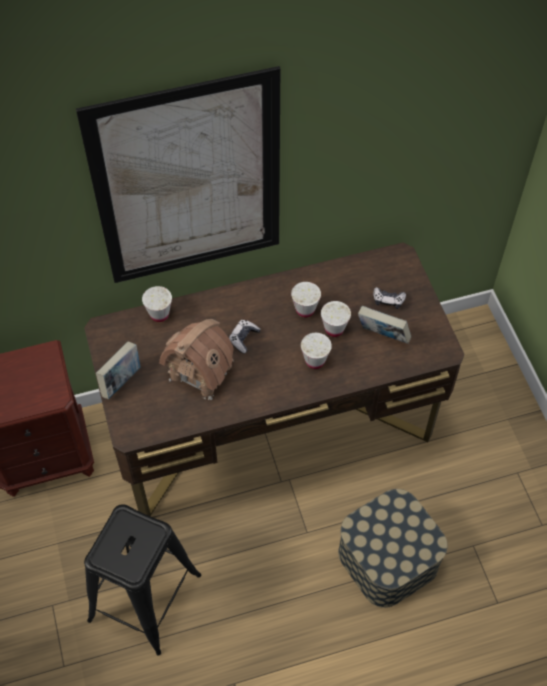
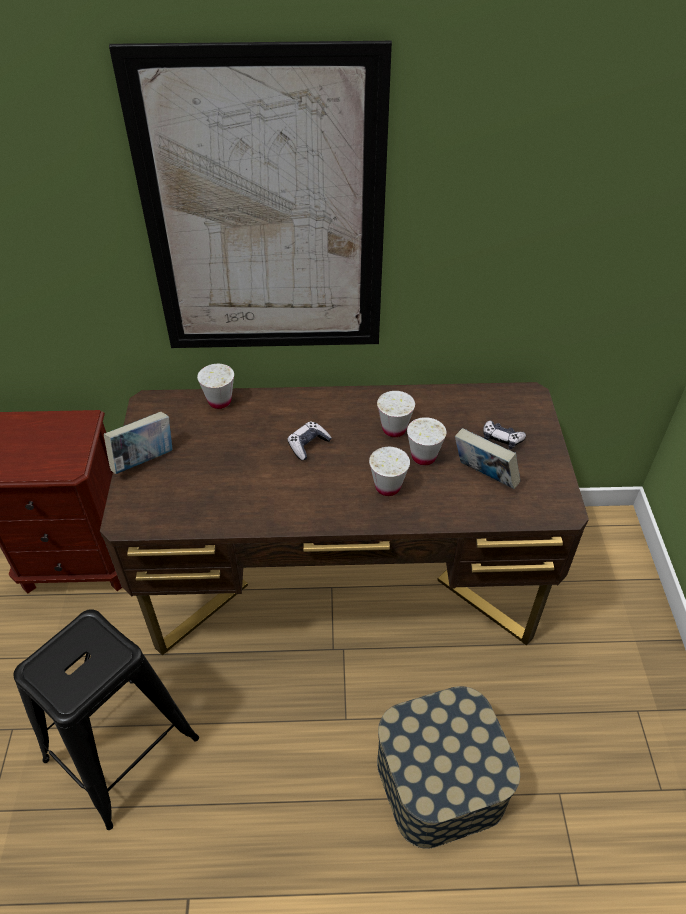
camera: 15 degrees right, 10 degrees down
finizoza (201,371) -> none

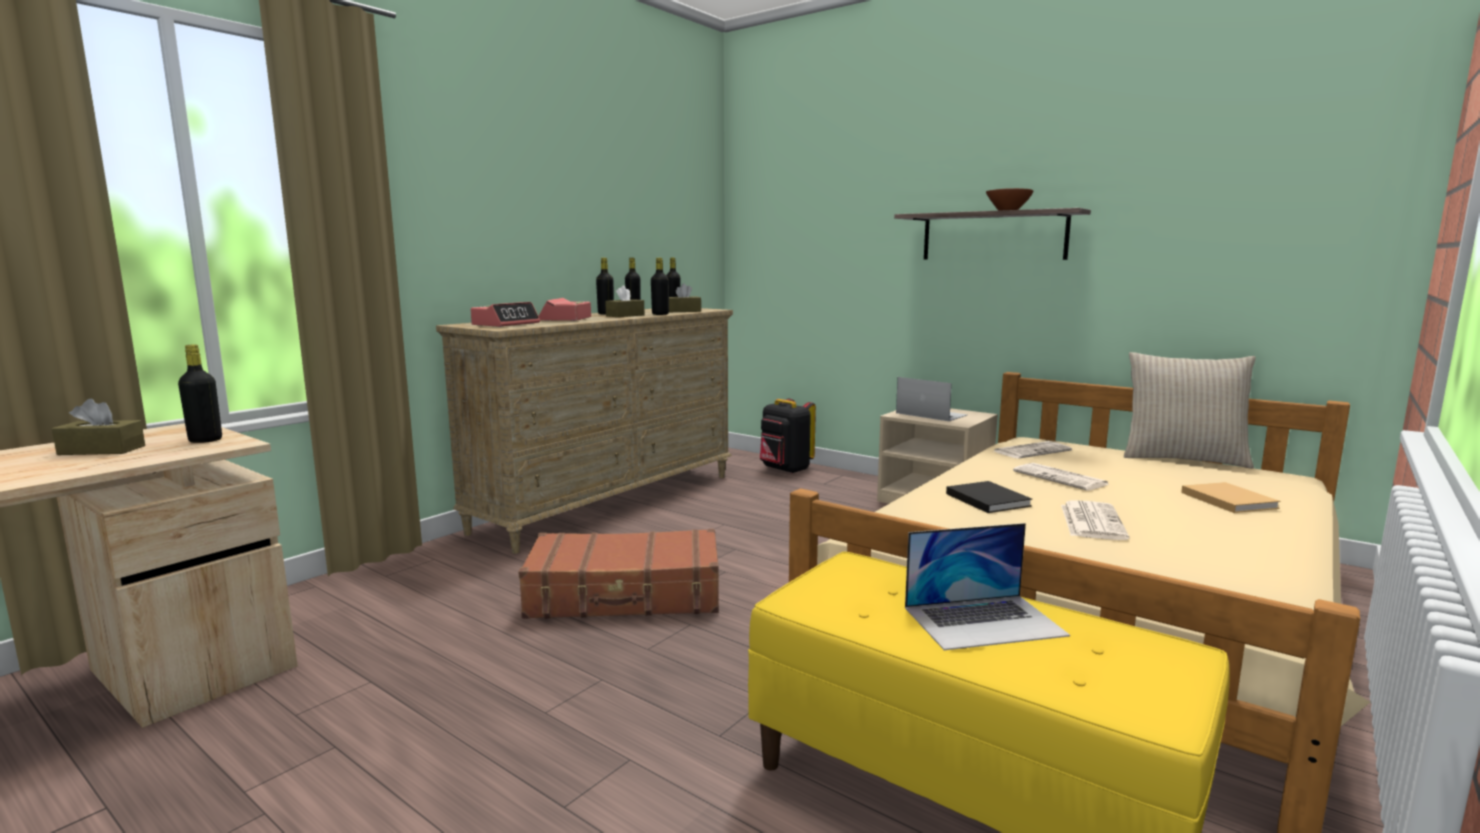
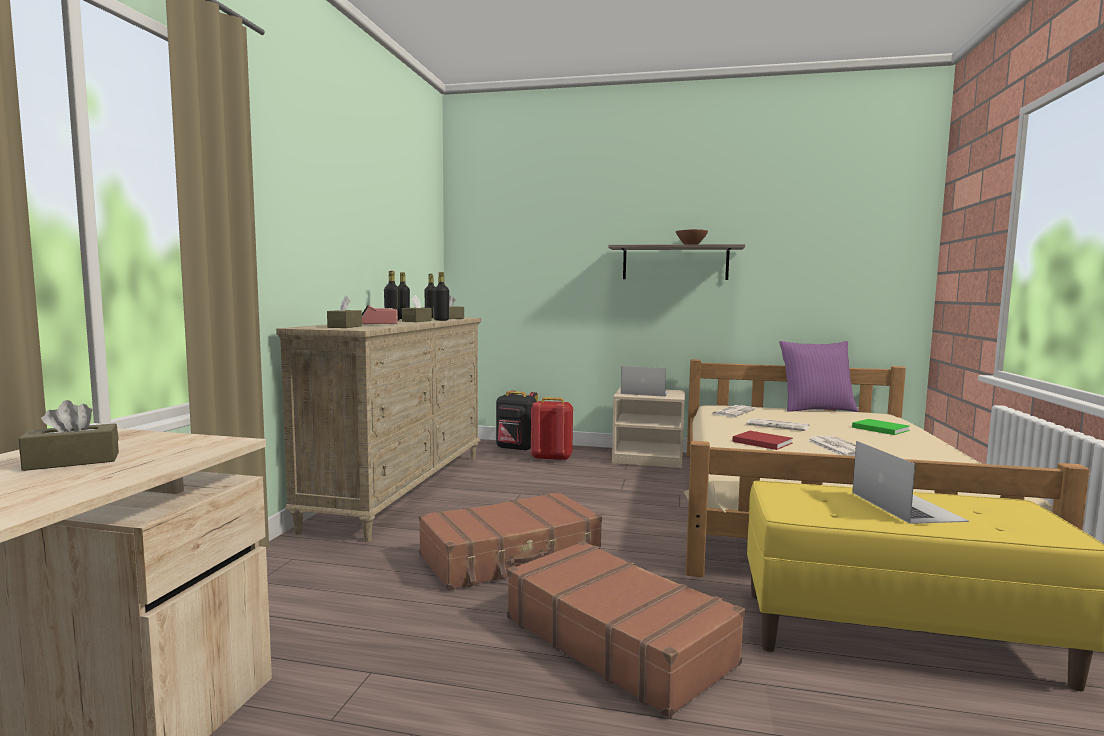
camera: 25 degrees left, 5 degrees down
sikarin (506,324) -> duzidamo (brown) (345,327)
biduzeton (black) (205,440) -> none
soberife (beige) (1182,459) -> soberife (purple) (816,410)
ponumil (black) (986,499) -> ponumil (red) (760,442)
ponumil (beige) (1226,499) -> ponumil (green) (879,428)
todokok (984,621) -> todokok (906,506), 60 degrees counterclockwise
none -> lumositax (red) (551,458)
none -> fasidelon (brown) (617,639)

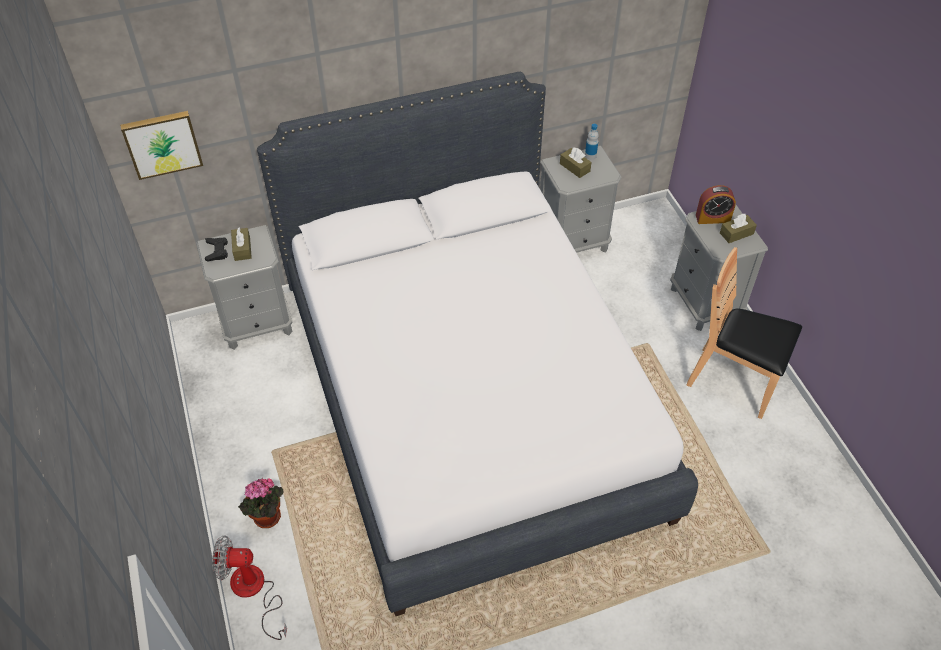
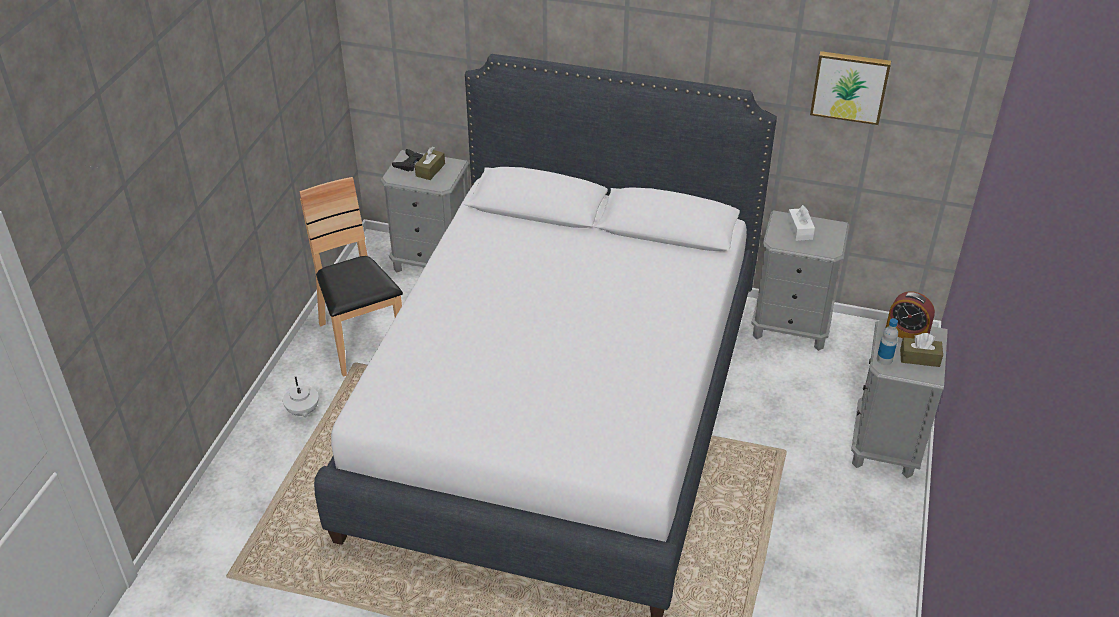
camera: 35 degrees right, 10 degrees down
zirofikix (162,143) -> zirofikix (850,86), moved
biduzeton (590,156) -> biduzeton (884,359), moved
duzidamo (brown) (574,167) -> duzidamo (white) (800,230)
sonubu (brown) (734,381) -> sonubu (brown) (361,341), moved
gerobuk (266,519) -> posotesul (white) (302,411)
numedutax (254,591) -> none

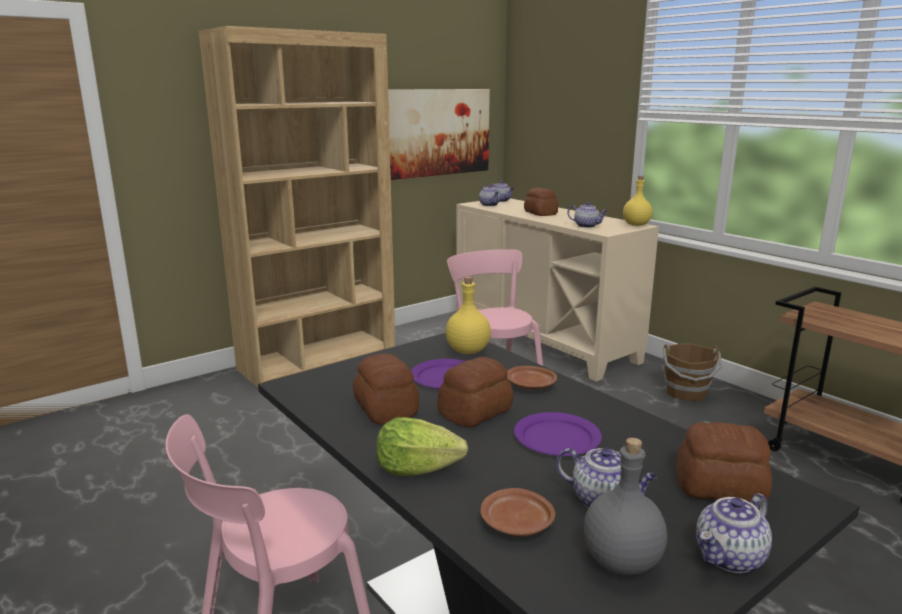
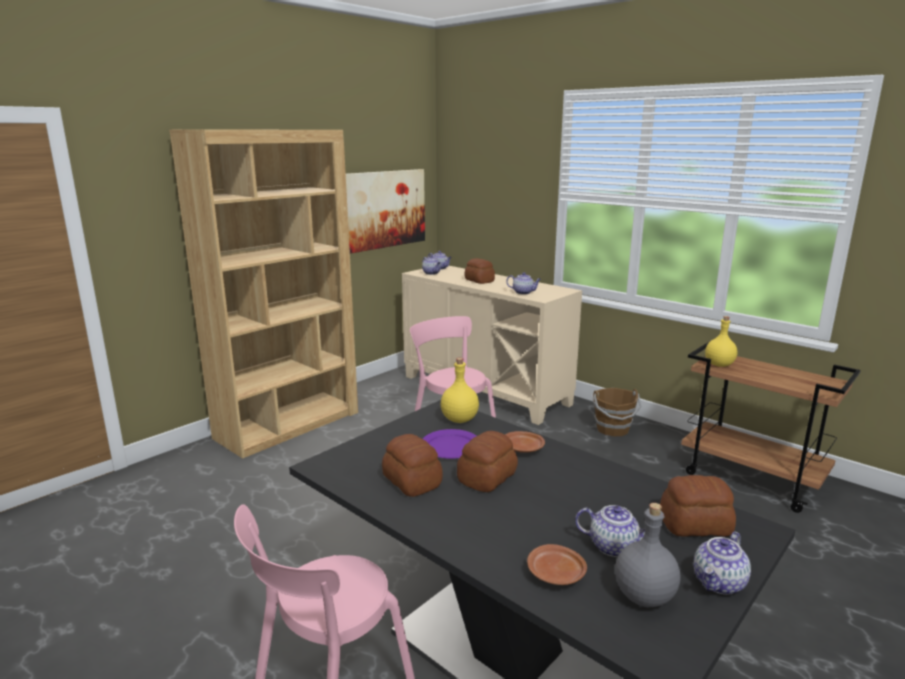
camera: 10 degrees left, 0 degrees up
biduzeton (yellow) (636,225) -> biduzeton (yellow) (719,365), moved
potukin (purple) (556,438) -> none
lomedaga (416,469) -> none

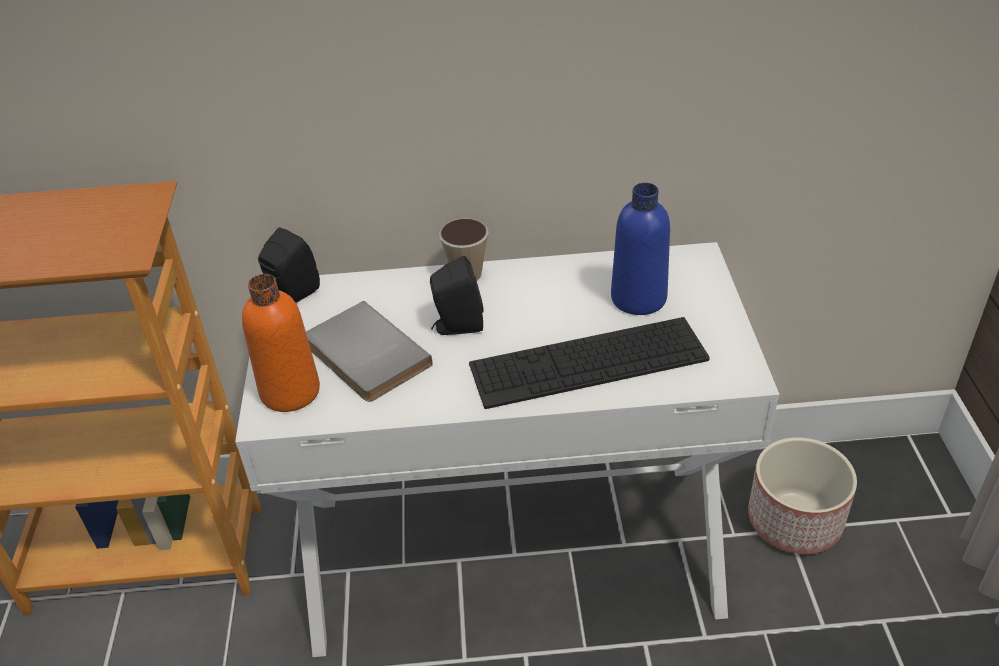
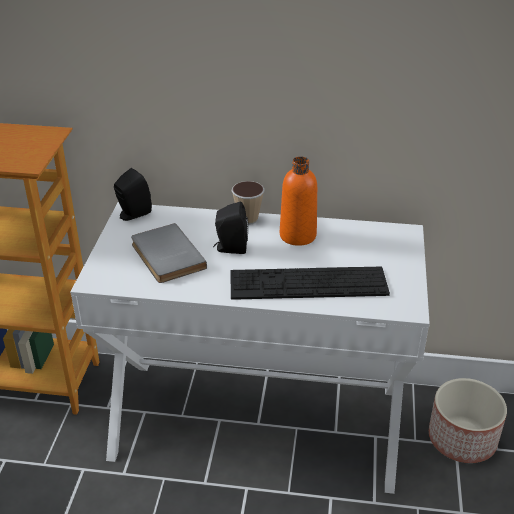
camera: 10 degrees right, 5 degrees down
biduzeton (blue) (638,298) -> none
biduzeton (orange) (290,391) -> biduzeton (orange) (297,235), moved

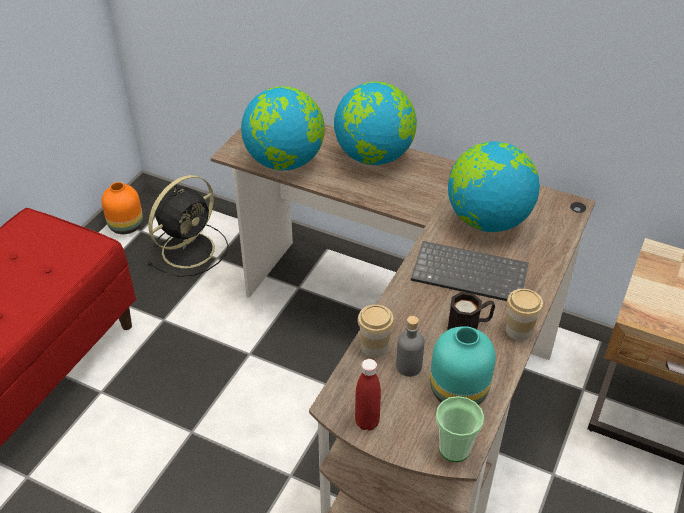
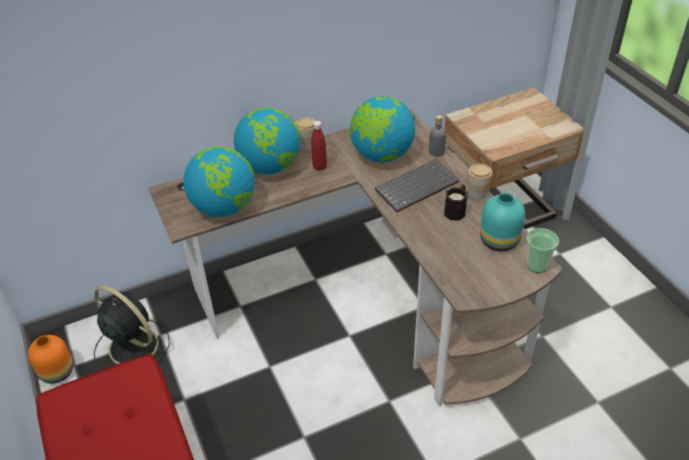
camera: 50 degrees left, 0 degrees up
numedutax (black) (190,249) -> numedutax (black) (132,345), 45 degrees counterclockwise
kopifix (374,347) -> kopifix (307,146), moved
biduzeton (grey) (409,366) -> biduzeton (grey) (436,151), moved
biduzeton (red) (367,422) -> biduzeton (red) (319,167), moved

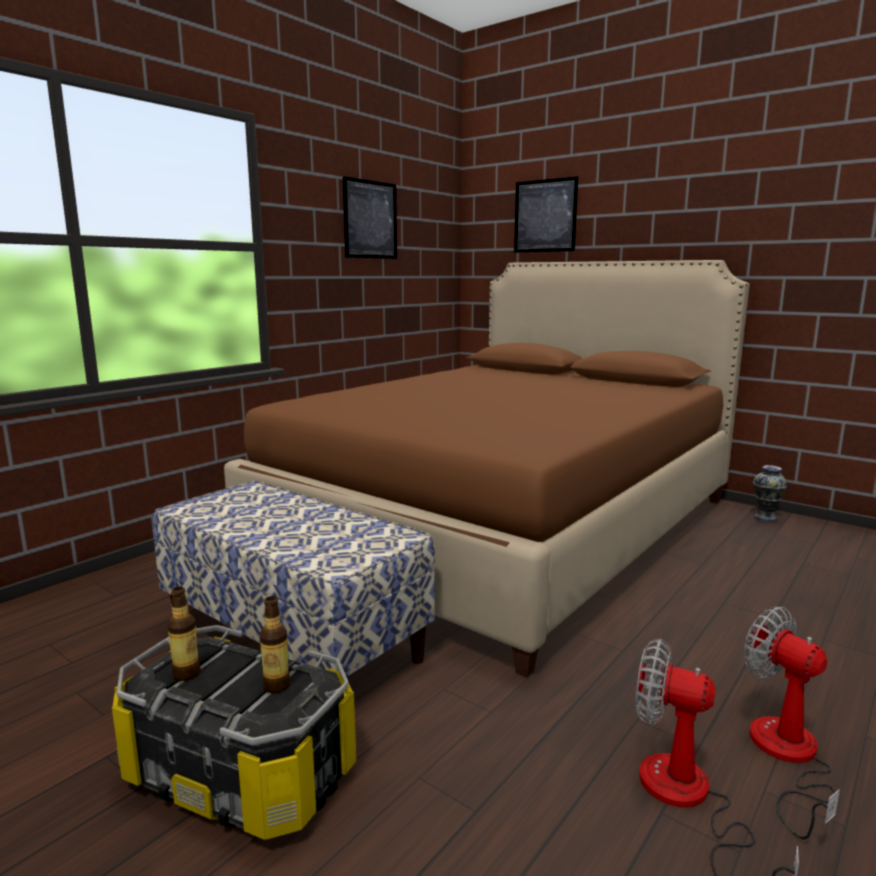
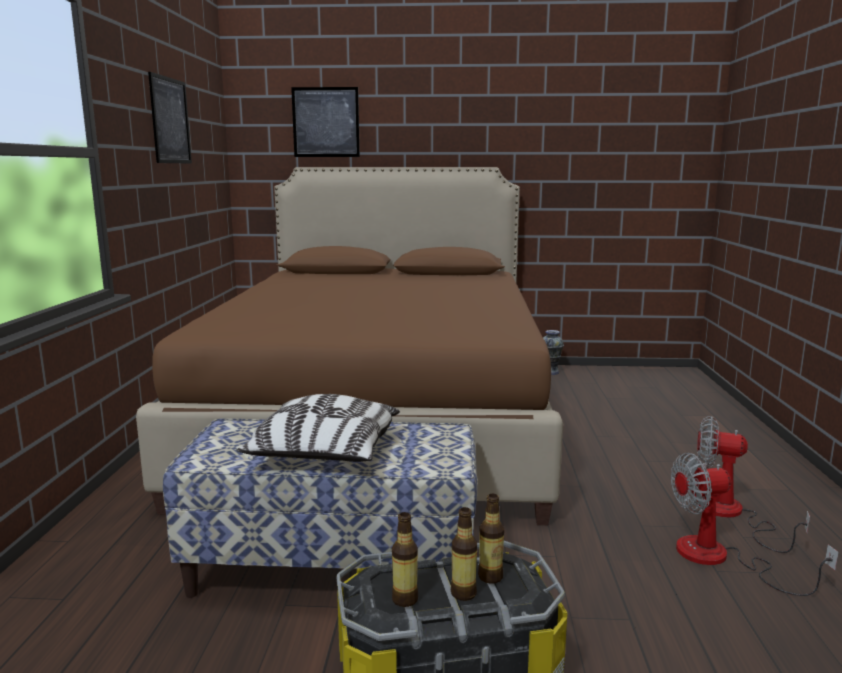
camera: 35 degrees left, 0 degrees up
none -> soberife (325,453)
none -> biduzeton (463,593)

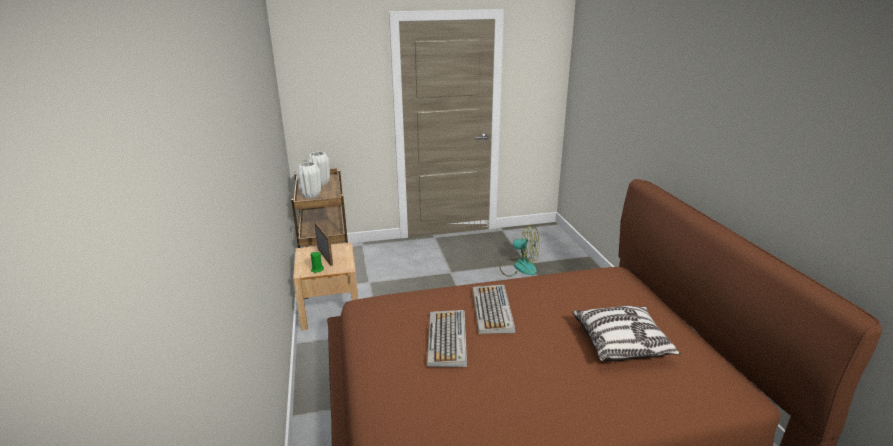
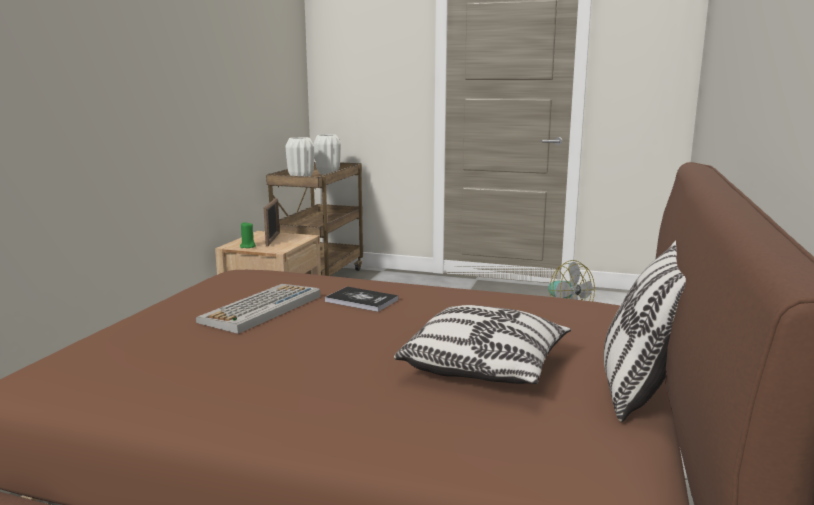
camera: 30 degrees right, 10 degrees down
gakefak (493,310) -> ponumil (361,300)
none -> soberife (637,391)

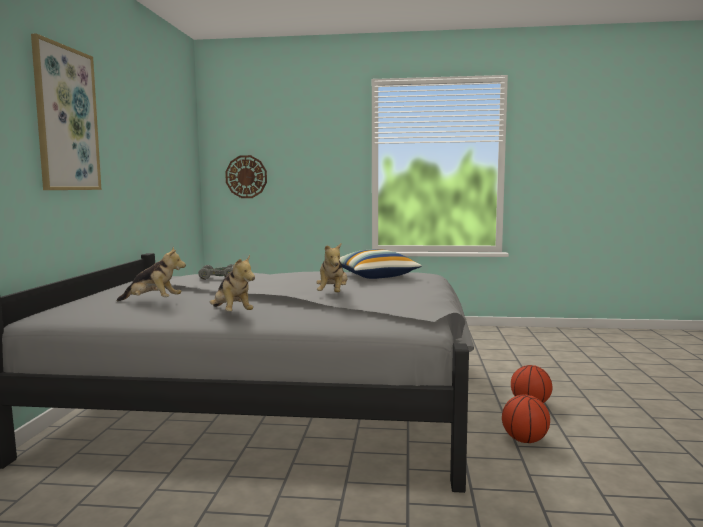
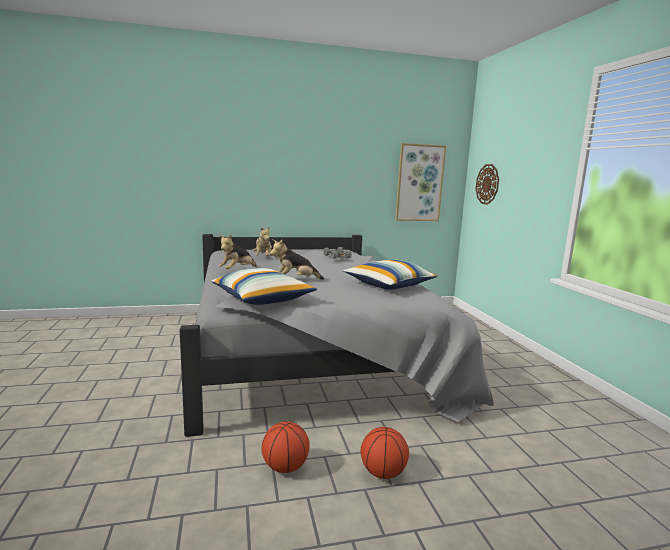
camera: 70 degrees right, 5 degrees up
zirofikix (66,119) -> zirofikix (419,183), moved
none -> soberife (263,299)

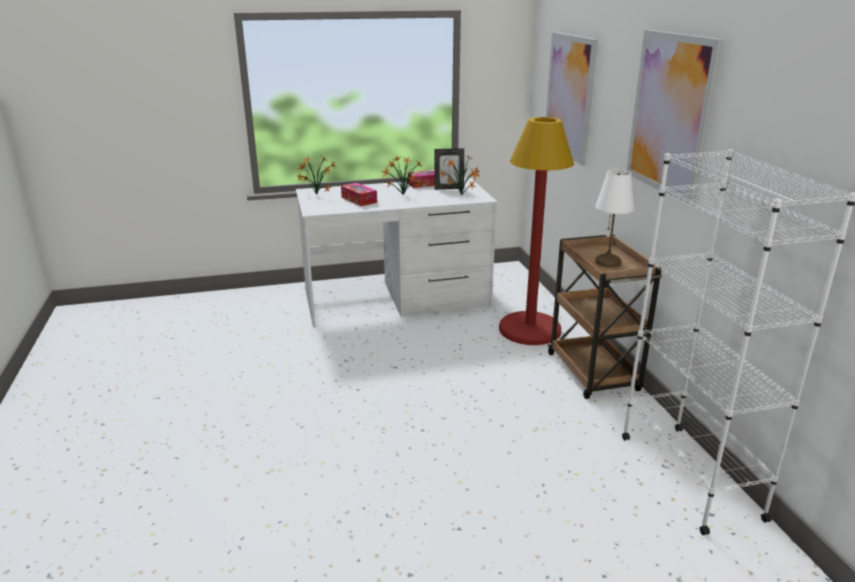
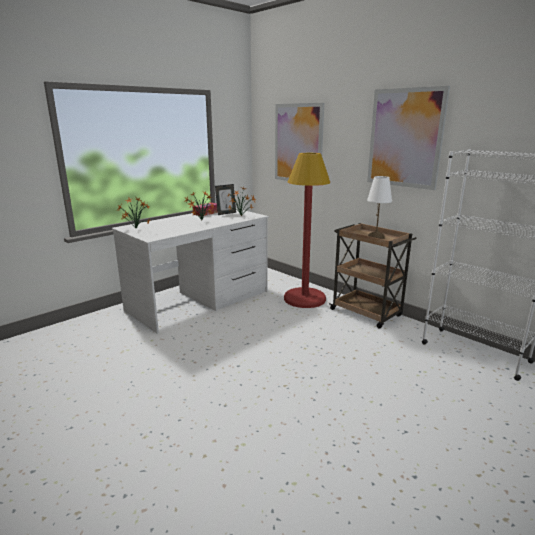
camera: 30 degrees left, 5 degrees down
duzidamo (359,200) -> none

